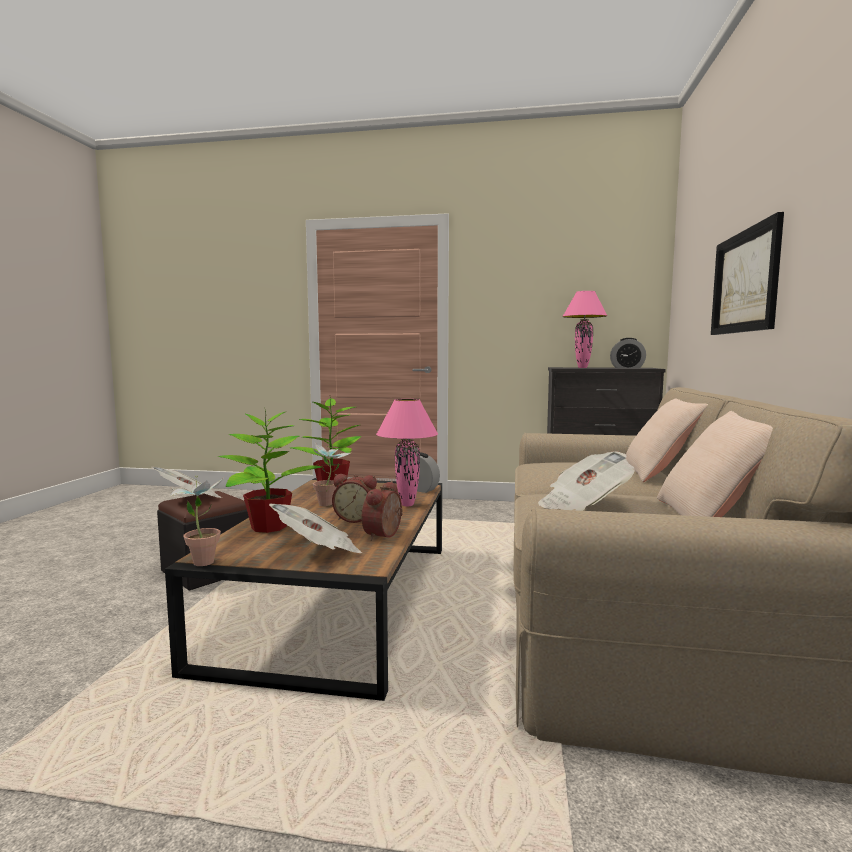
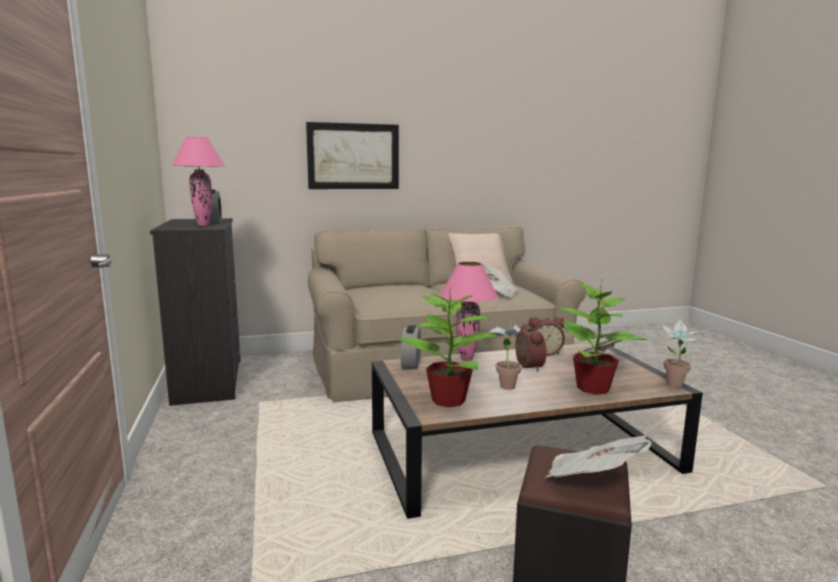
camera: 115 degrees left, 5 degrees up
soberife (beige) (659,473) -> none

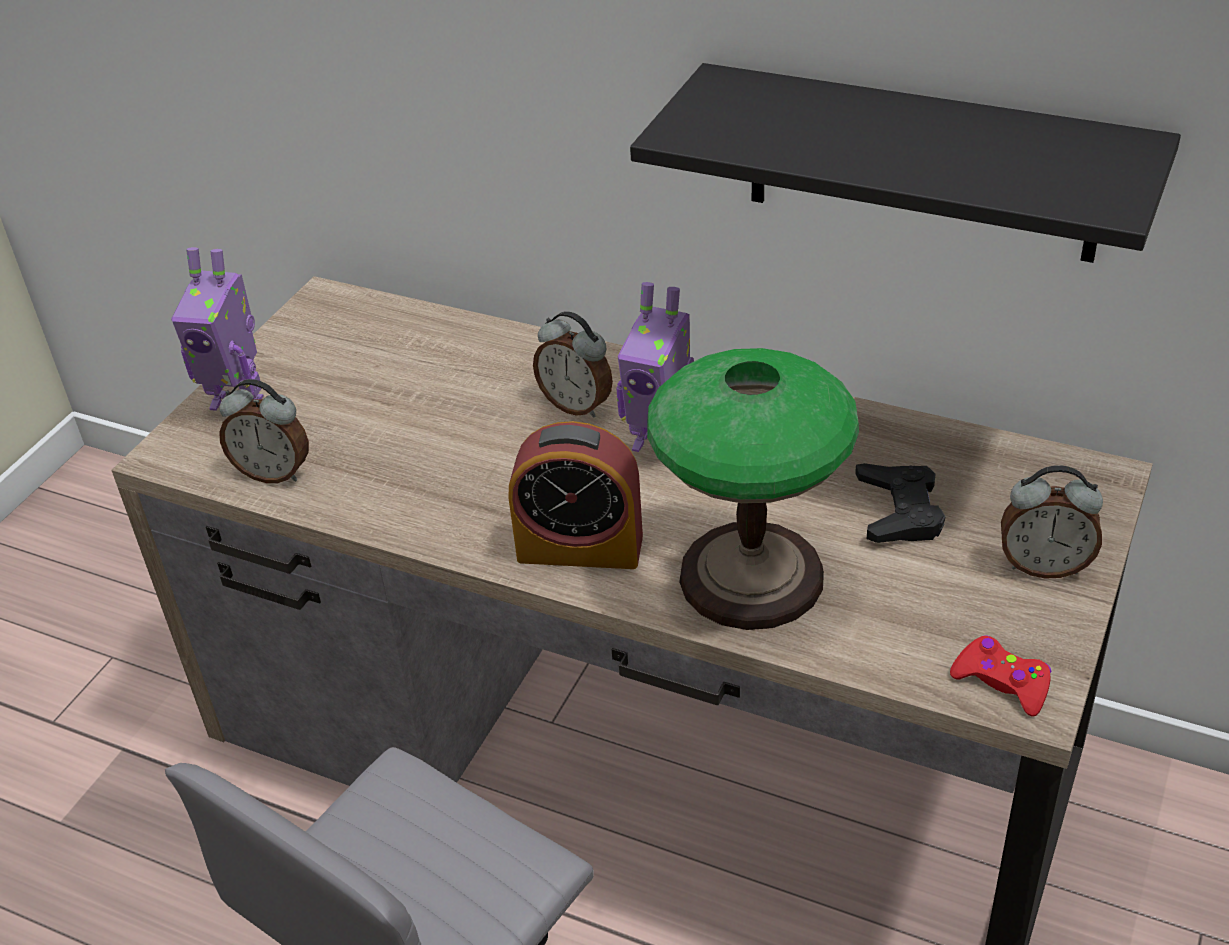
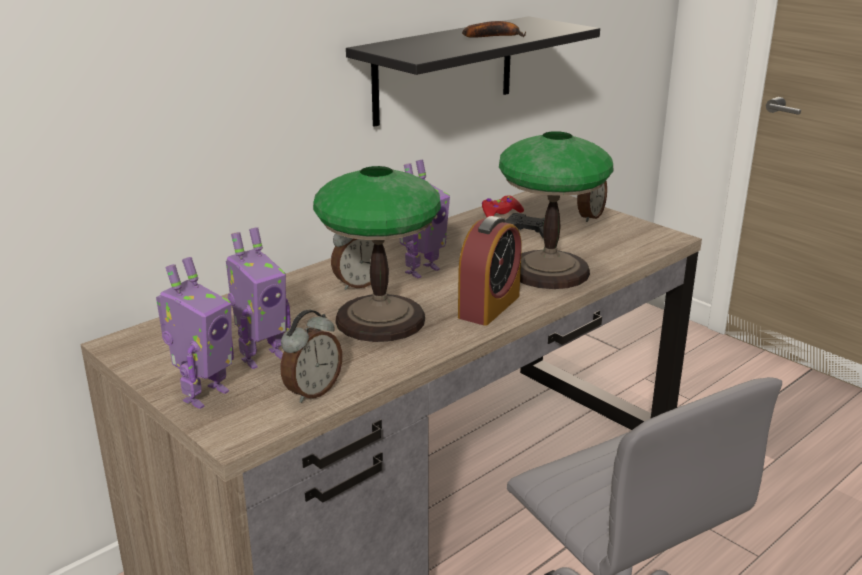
camera: 70 degrees left, 15 degrees down
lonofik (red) (1002,682) -> lonofik (red) (500,212), moved
none -> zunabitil (495,36)
none -> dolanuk (379,320)
none -> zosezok (261,357)

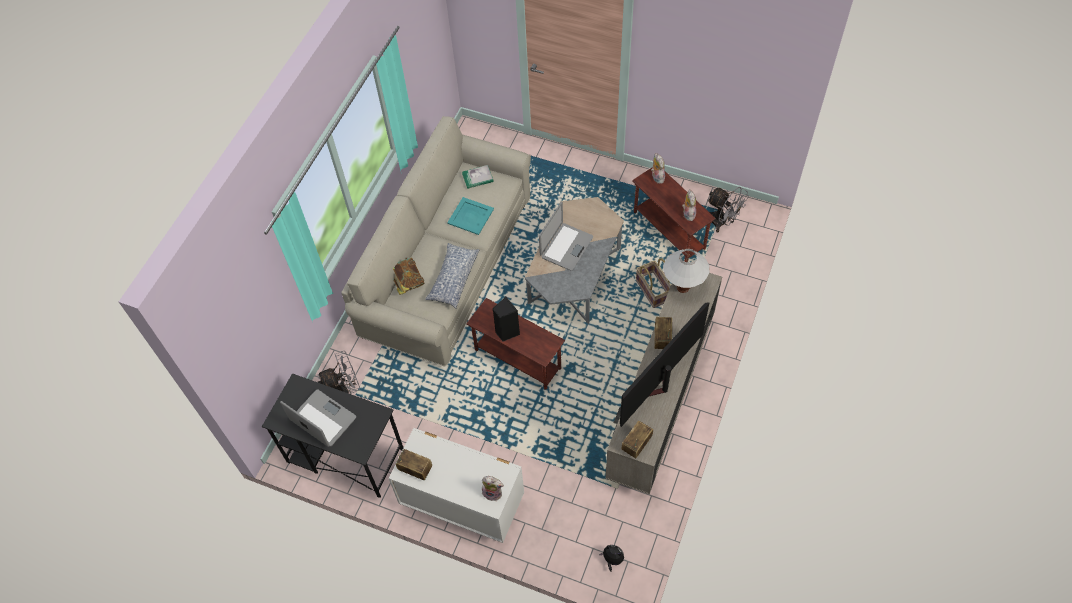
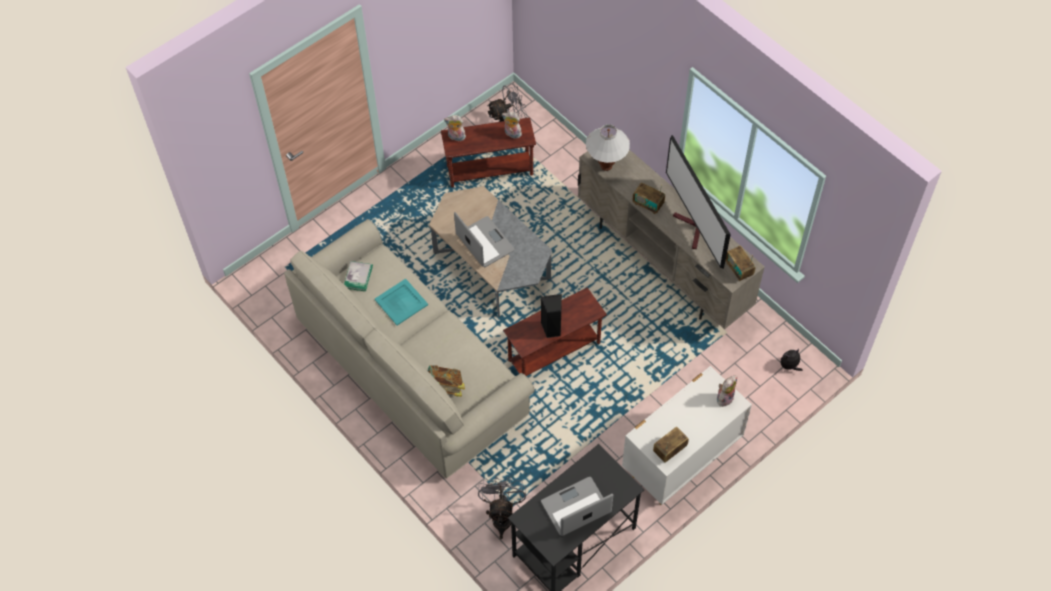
camera: 65 degrees left, 0 degrees up
soberife (453,279) -> none
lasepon (654,290) -> none

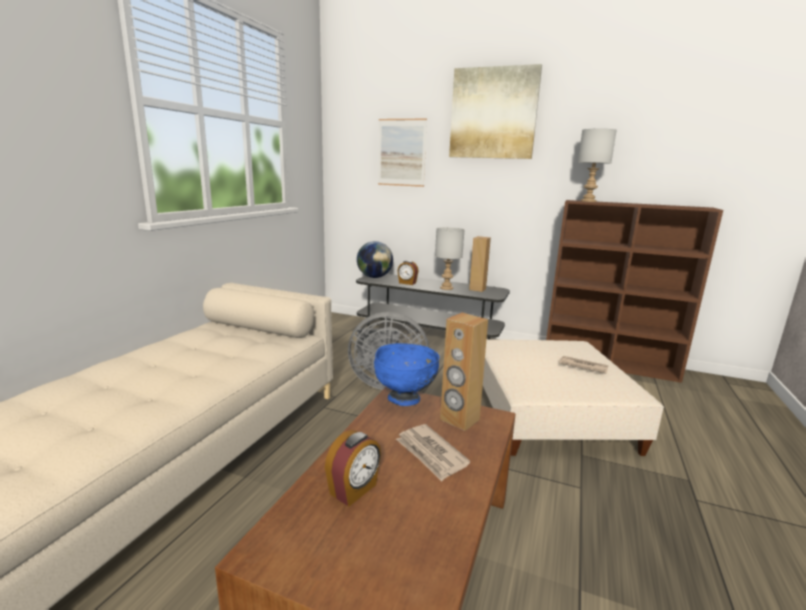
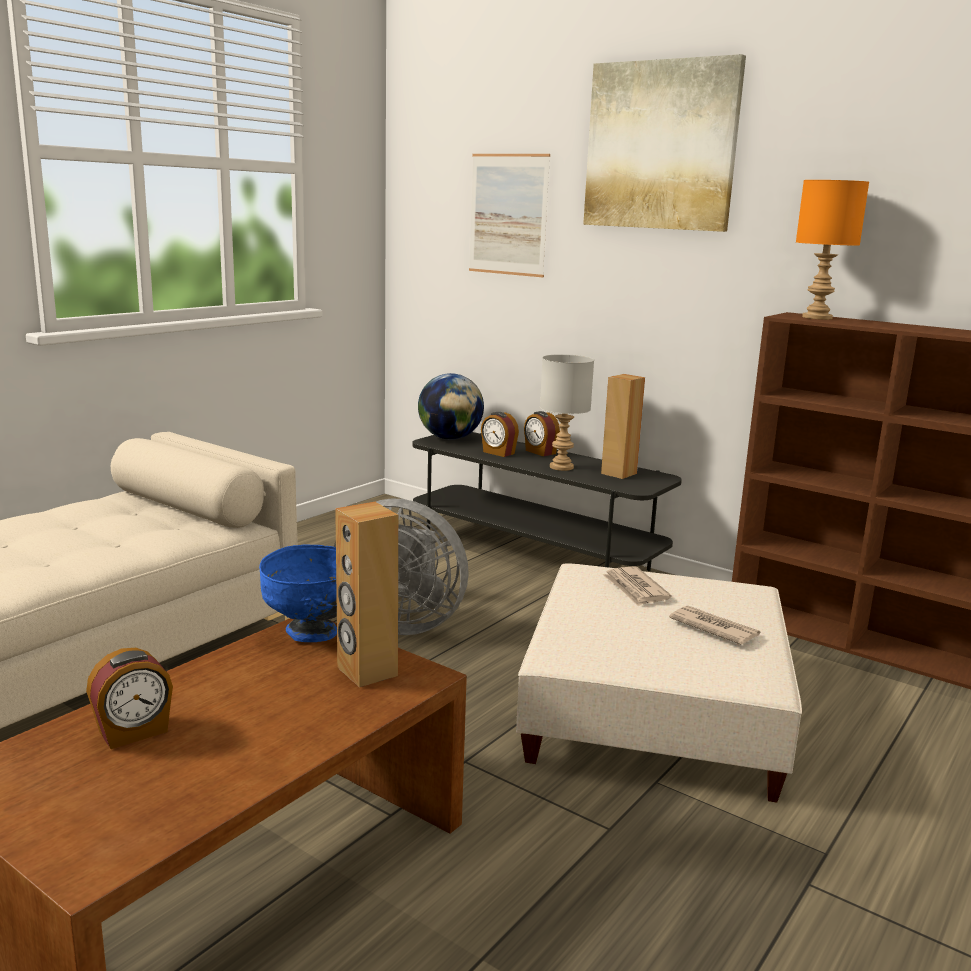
camera: 15 degrees right, 0 degrees up
dolanuk (grey) (588,201) -> dolanuk (orange) (818,317)
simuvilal (431,454) -> simuvilal (635,589), moved
none -> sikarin (540,452)

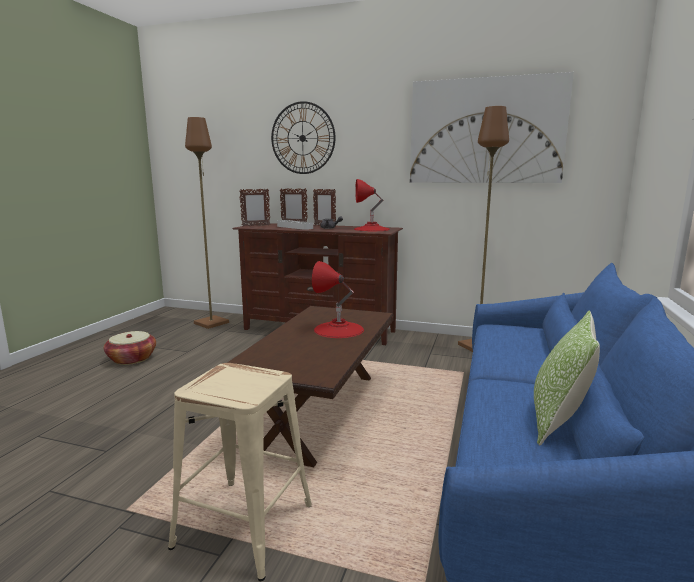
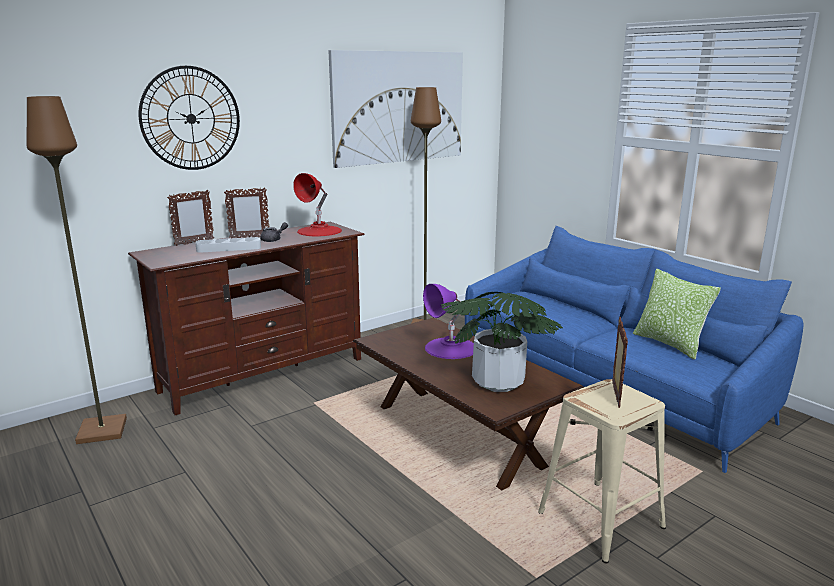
camera: 55 degrees left, 5 degrees up
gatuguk (255,226) -> gatuguk (615,395), moved
dolanuk (red) (338,329) -> dolanuk (purple) (451,348)
lasepon (132,359) -> none
none -> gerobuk (498,382)

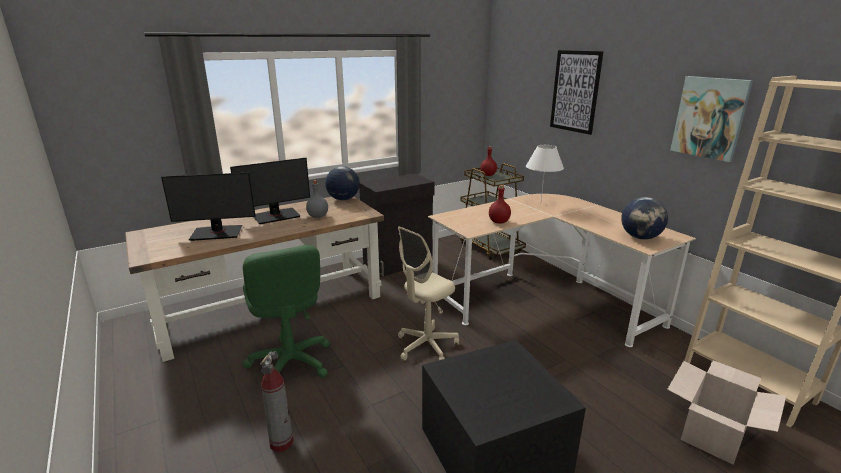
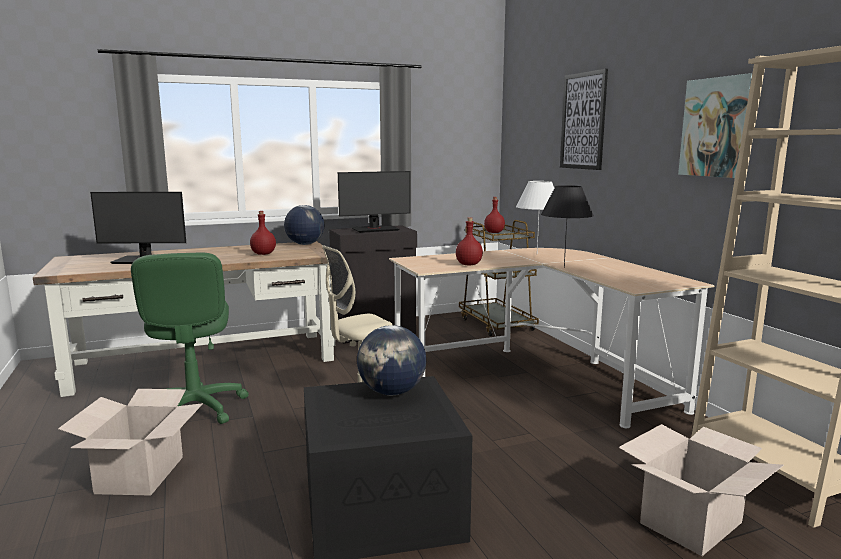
camera: 10 degrees right, 10 degrees down
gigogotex (276,216) -> gigogotex (375,229), moved
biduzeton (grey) (317,216) -> biduzeton (red) (263,254)
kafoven (640,237) -> kafoven (392,392), moved
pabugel (281,442) -> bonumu (140,474)
none -> dolanuk (black) (564,267)

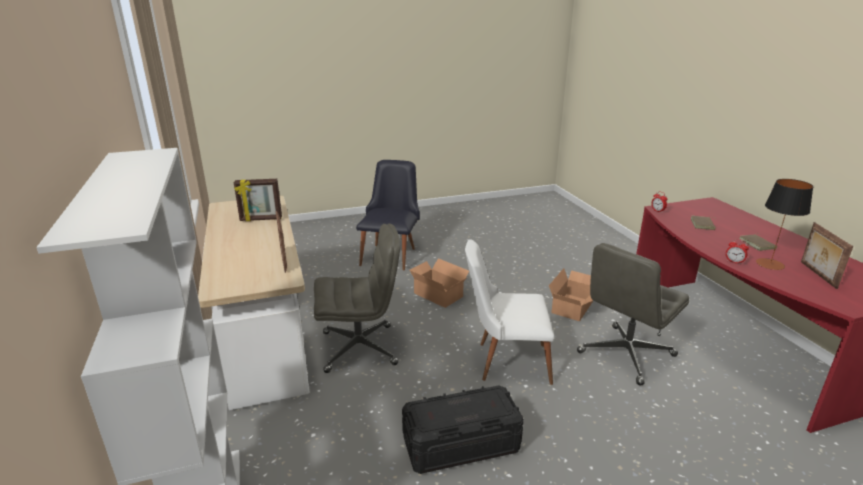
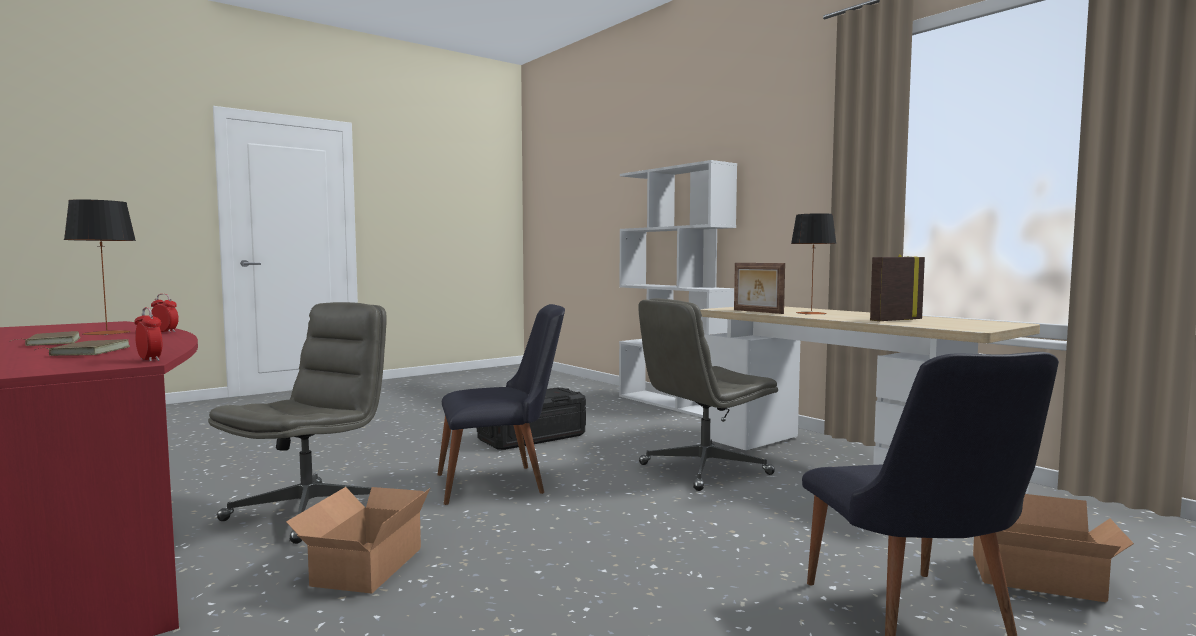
camera: 160 degrees right, 20 degrees down
gatuguk (817,274) -> none
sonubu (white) (505,361) -> sonubu (black) (502,483)
bonumu (438,294) -> bonumu (1039,579), moved
none -> dolanuk (811,313)

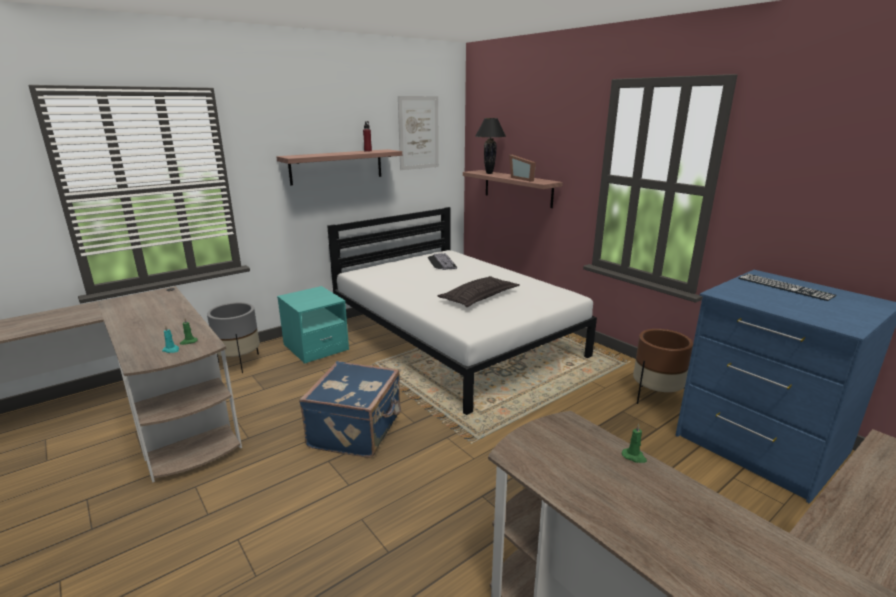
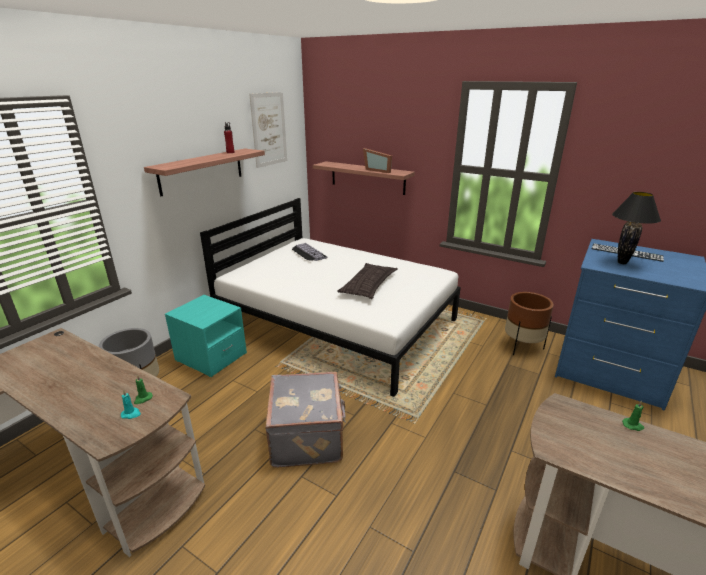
camera: 20 degrees left, 5 degrees up
dolanuk (black) (489,173) -> dolanuk (black) (622,262), moved
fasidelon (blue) (357,430) -> fasidelon (grey) (308,436)

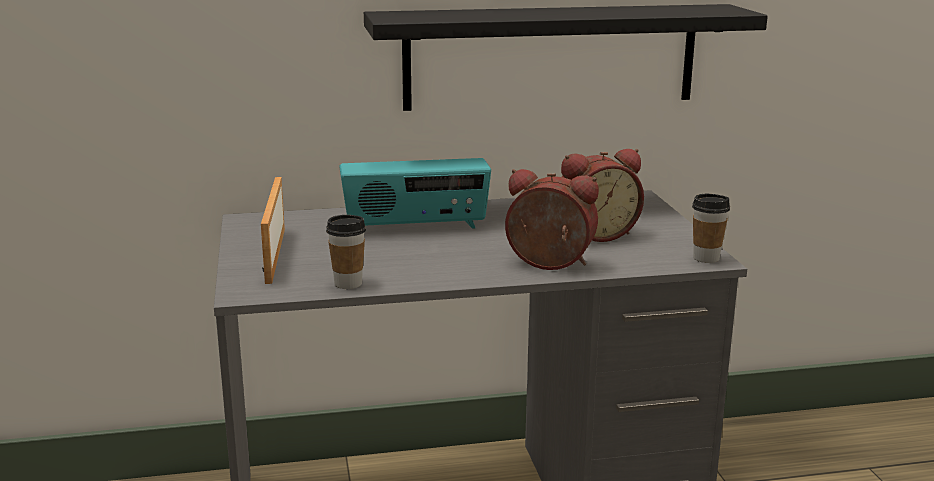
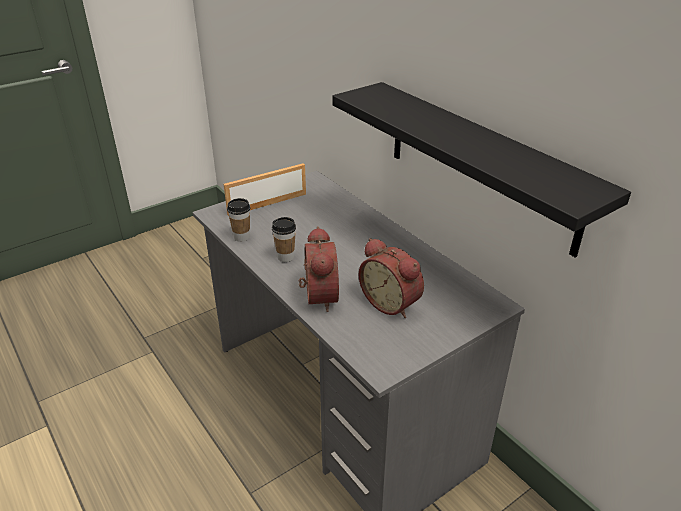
camera: 65 degrees right, 15 degrees up
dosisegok (415,227) -> none
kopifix (706,258) -> kopifix (285,257), moved

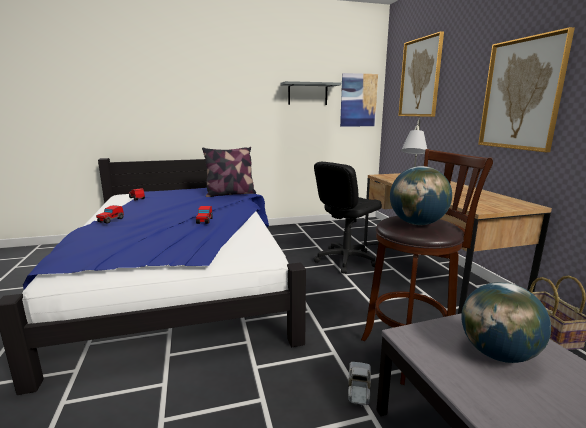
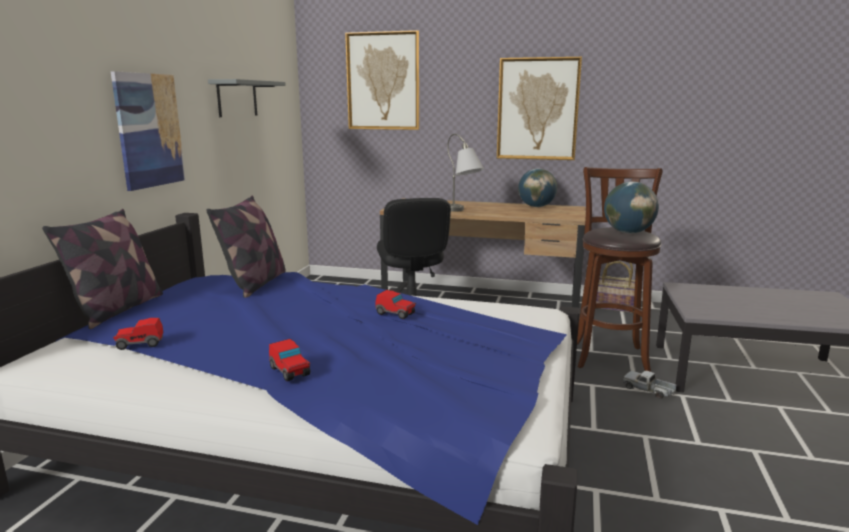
camera: 60 degrees left, 0 degrees up
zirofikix (358,100) -> zirofikix (149,130), moved
kafoven (497,353) -> kafoven (536,206), moved
none -> soberife (117,310)

